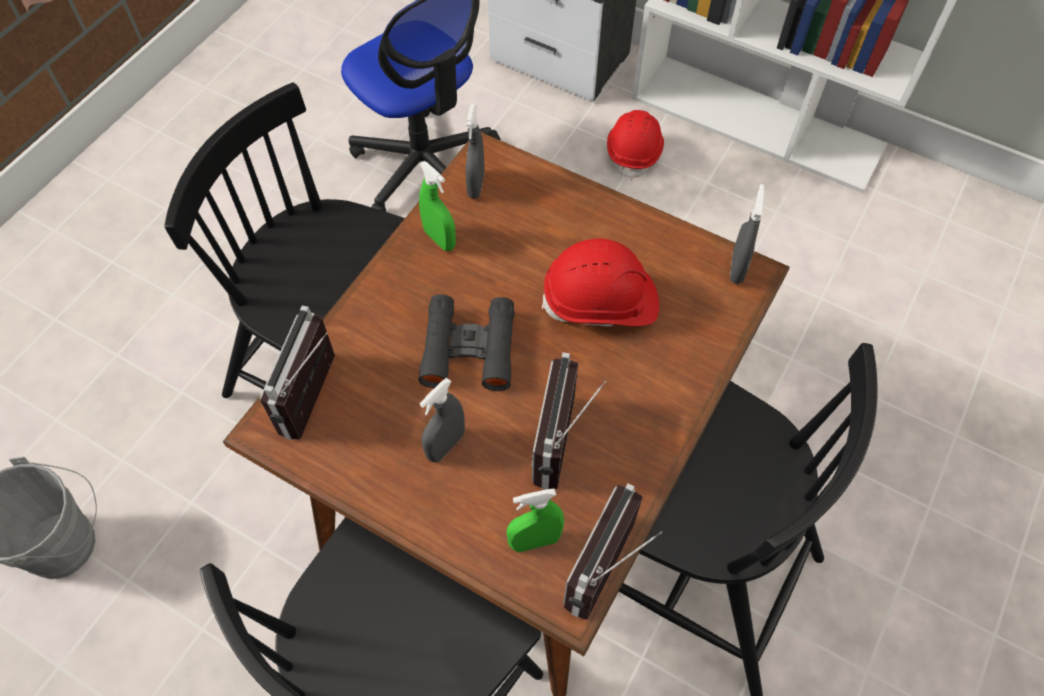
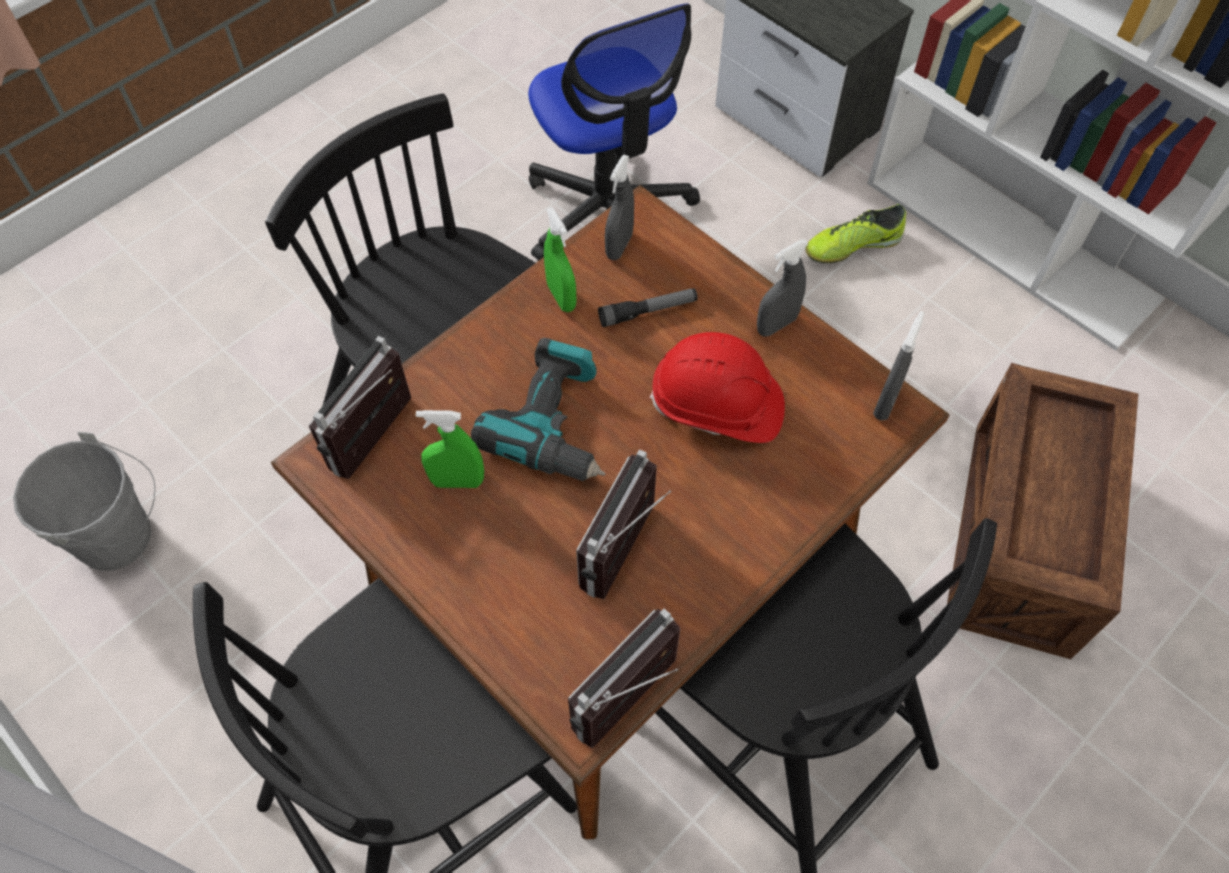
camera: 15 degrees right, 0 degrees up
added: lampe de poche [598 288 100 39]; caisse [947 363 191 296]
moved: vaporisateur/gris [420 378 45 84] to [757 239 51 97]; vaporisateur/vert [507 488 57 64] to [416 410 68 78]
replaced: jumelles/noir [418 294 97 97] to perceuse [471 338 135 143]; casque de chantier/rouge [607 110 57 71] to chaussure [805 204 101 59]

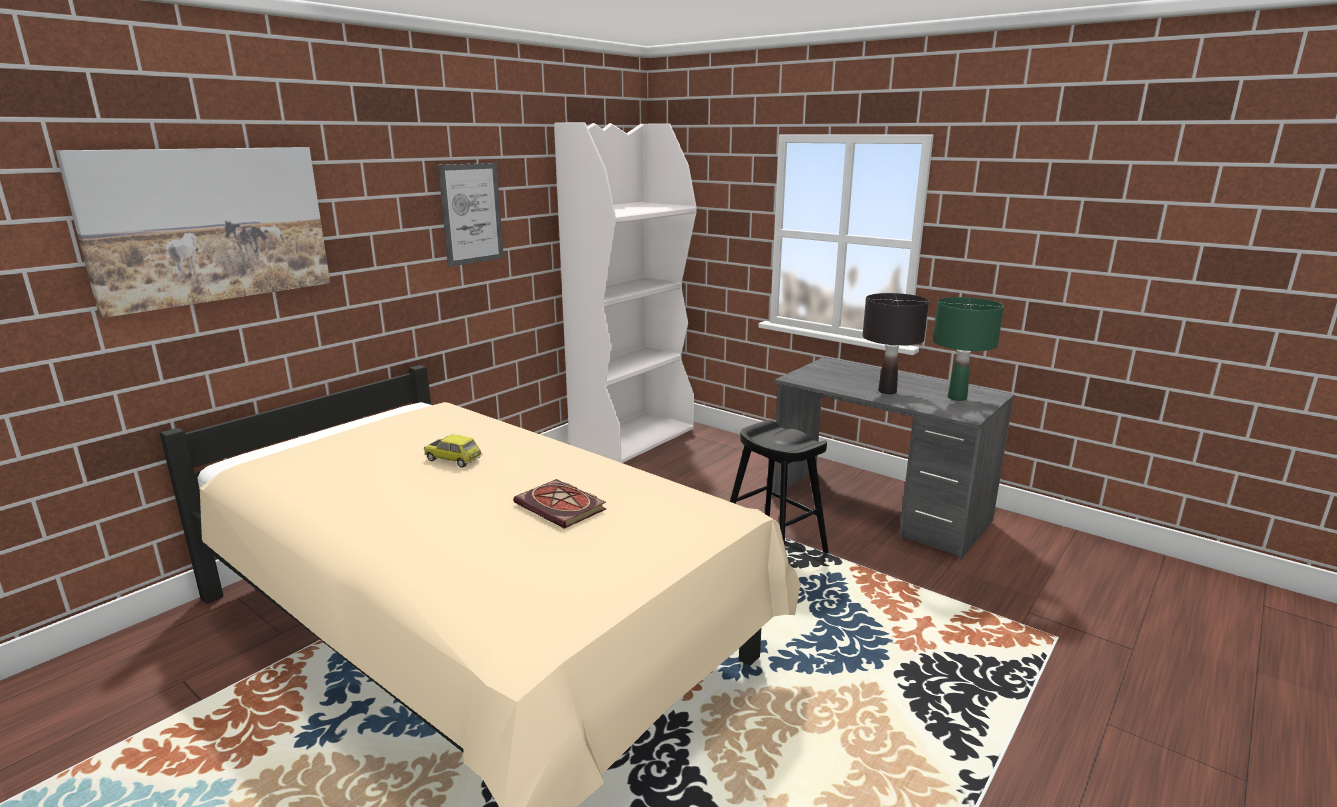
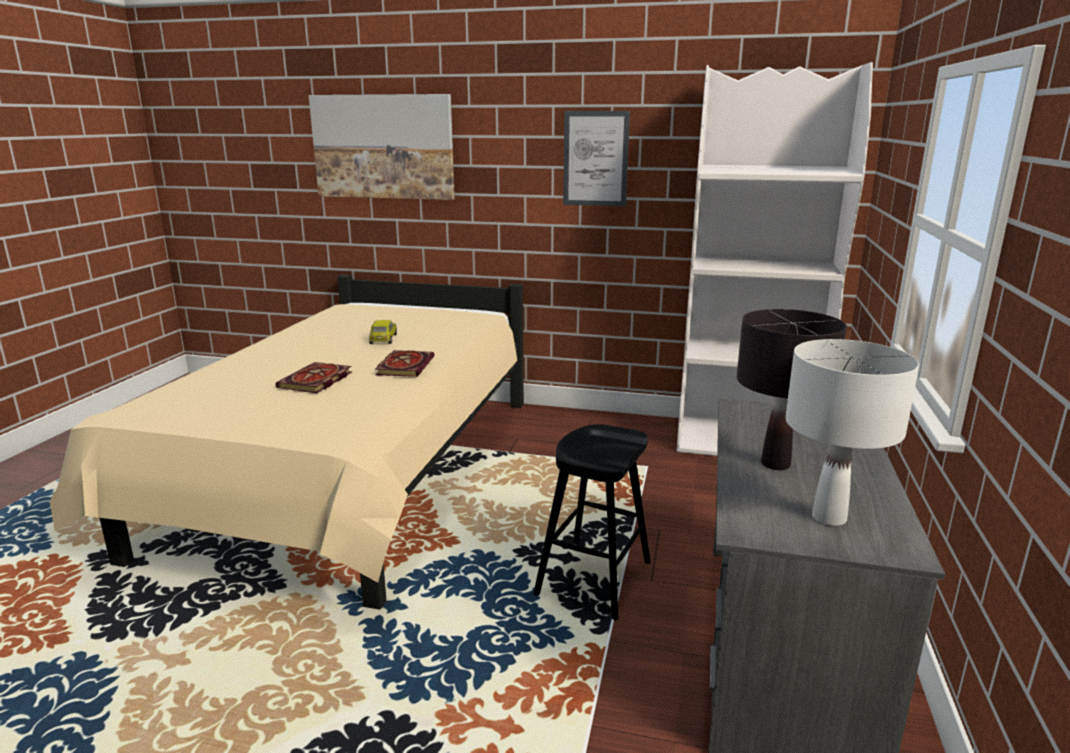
camera: 65 degrees right, 0 degrees up
added: livre [375 350 60 27]
recoloured: lampe de table/vert [933 297 71 104] to lampe de table/blanc [785 339 134 187]

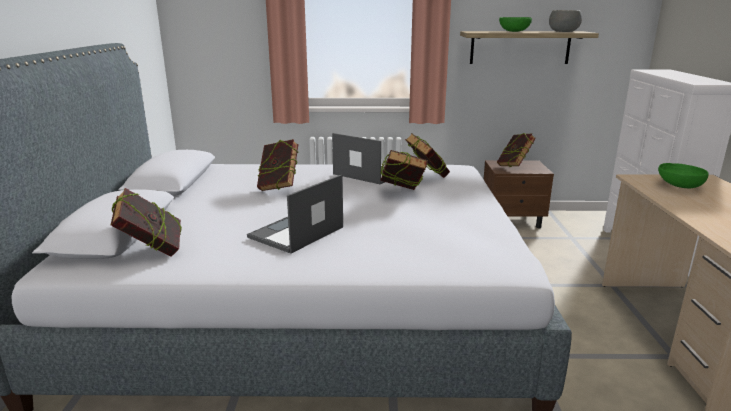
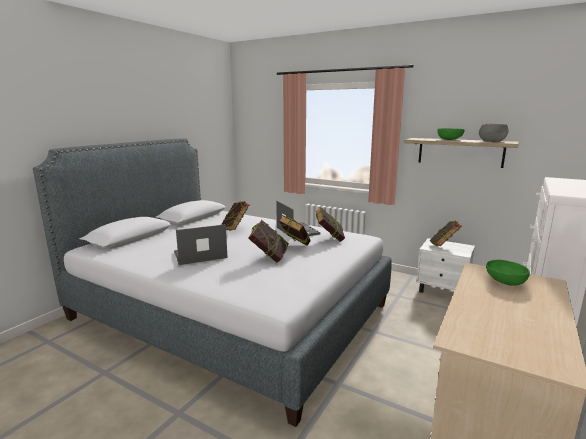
camera: 30 degrees right, 5 degrees down
moved: livre [111 188 71 69] to [248 220 41 43]
recoloured: table de chevet/marron [483 160 71 68] to table de chevet/blanc [416 238 59 55]

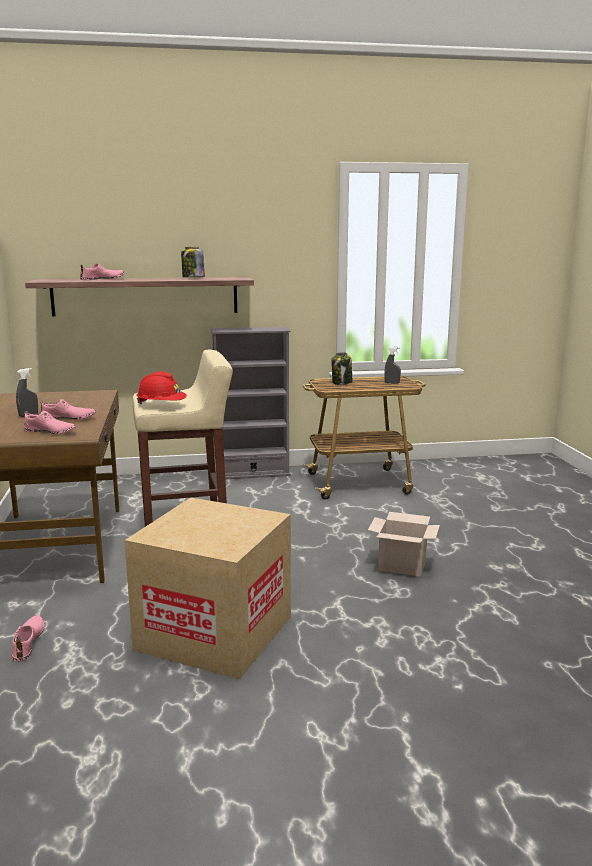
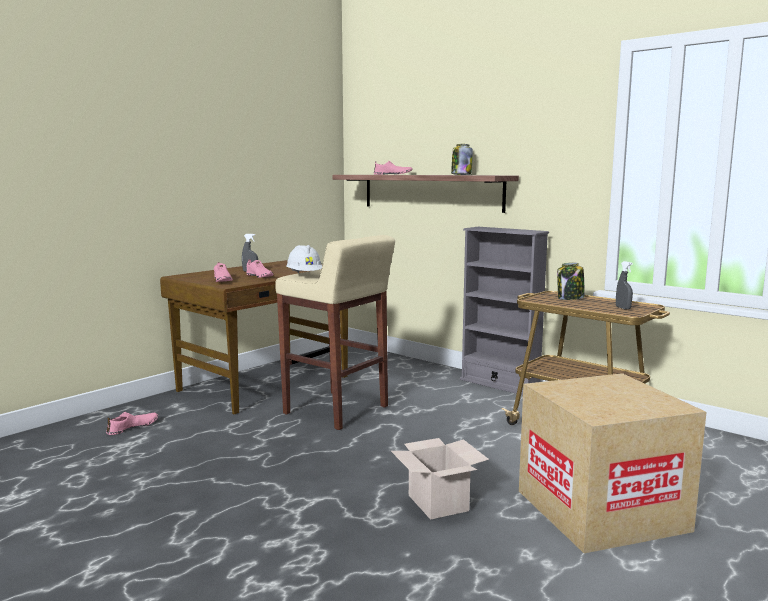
camera: 50 degrees right, 5 degrees down
moved: carton [125 497 166 182] to [519 373 187 180]
recoloured: casque de chantier/rouge [136 371 51 33] to casque de chantier/blanc [286 245 36 28]

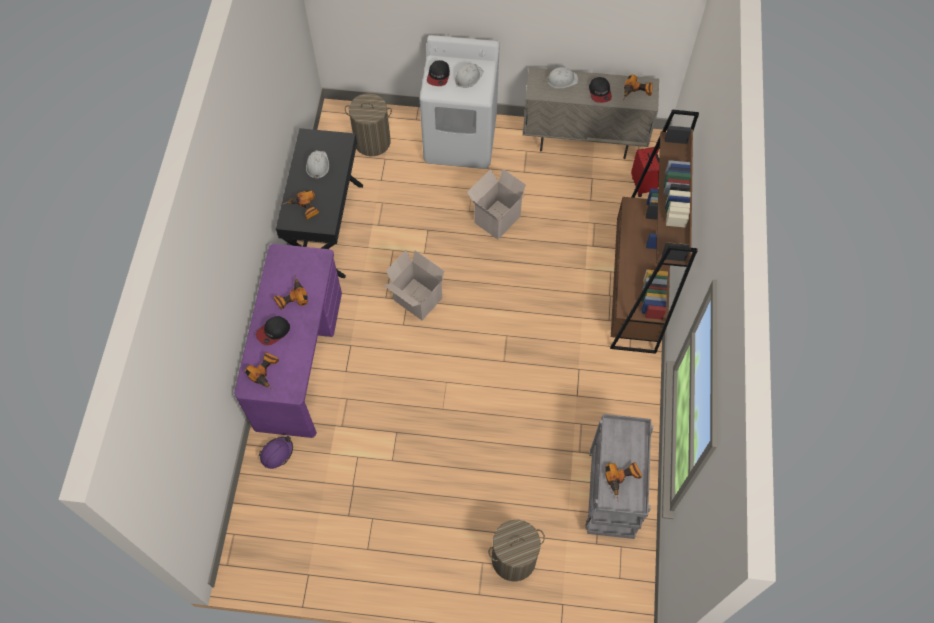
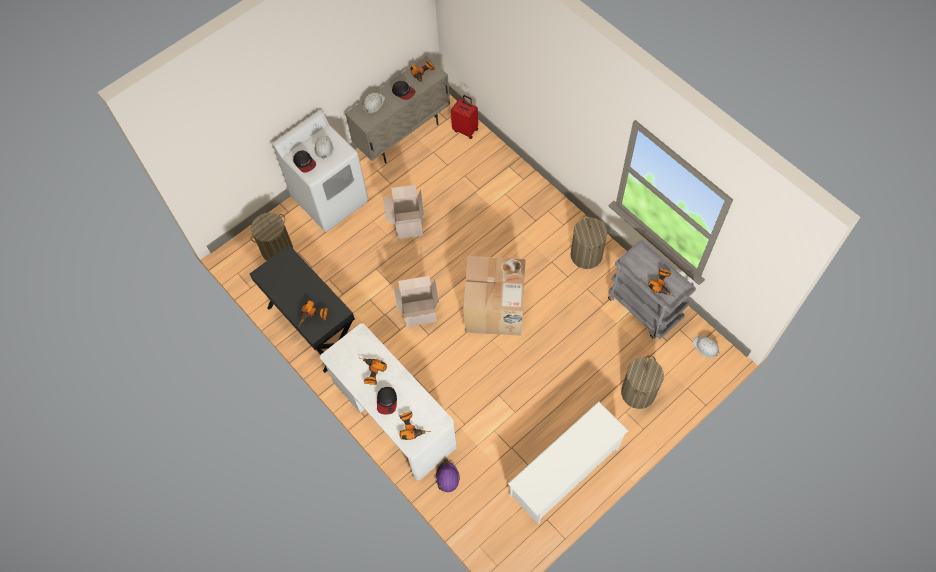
camera: 45 degrees left, 0 degrees up
removed: bibliothèque/marron [610 110 89 244]
added: carton [463 256 63 80]; étagère à chaussures/blanc [508 401 121 123]; panier à linge [571 215 37 54]
moved: casque de chantier/blanc [306 150 23 30] to [692 335 28 23]
recoloured: bureau/violet [234 244 108 194] to bureau/blanc [320 323 137 157]

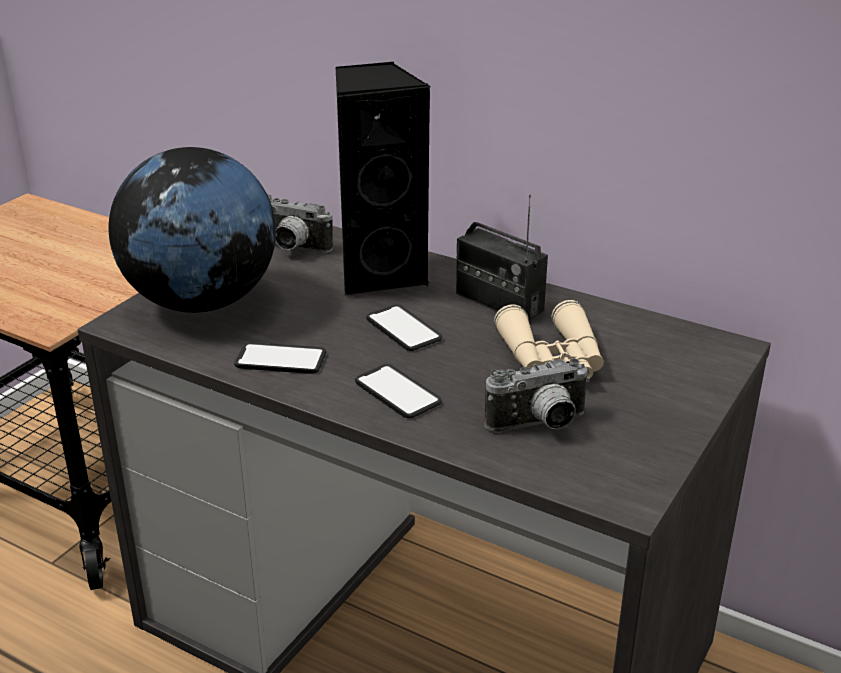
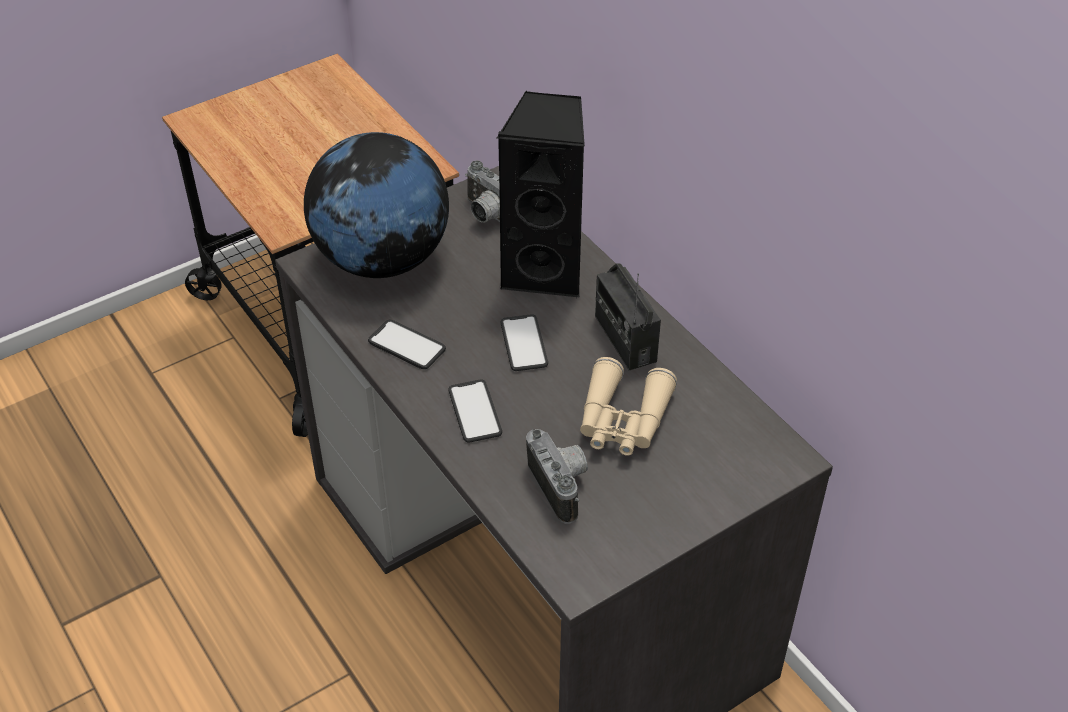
camera: 25 degrees right, 15 degrees up
turned: appareil photo [485 358 105 74] = [526 429 62 95] 120 degrees counterclockwise

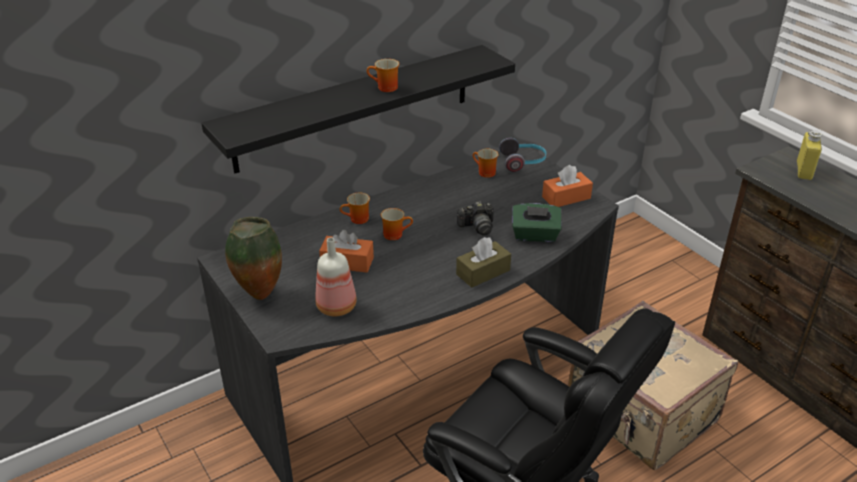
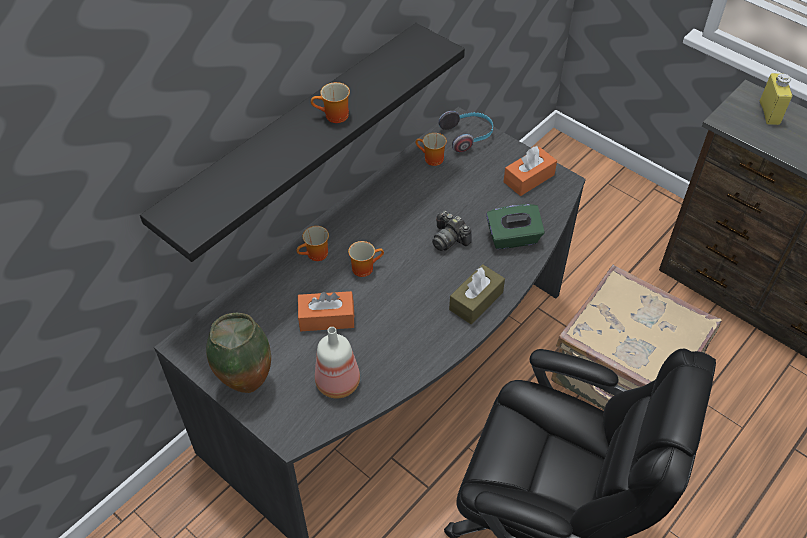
camera: 15 degrees left, 15 degrees up
turned: appareil photo [457 201 37 34] = [432 210 40 41] 75 degrees clockwise

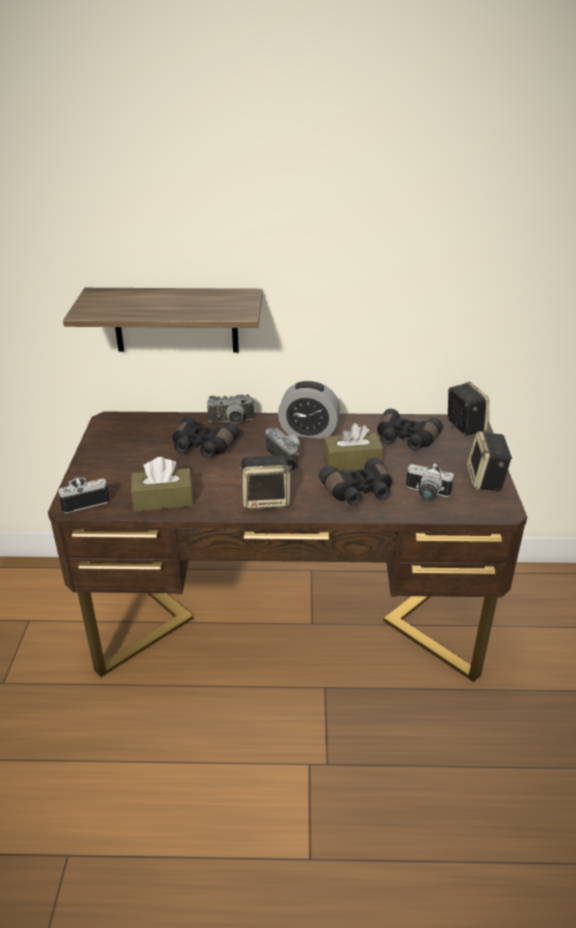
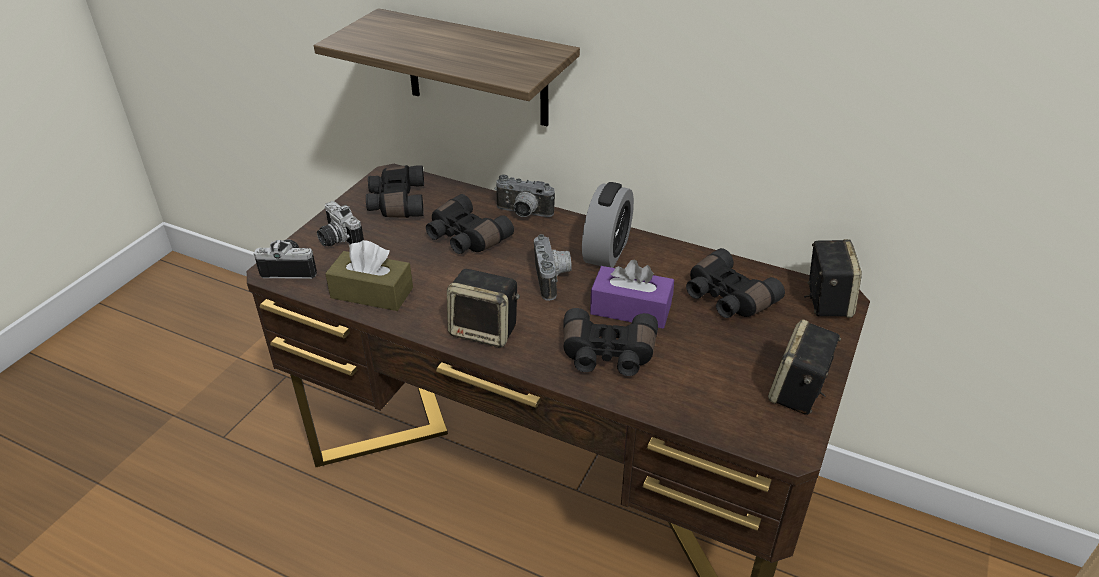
camera: 25 degrees right, 5 degrees up
added: jumelles/noir [366 165 58 53]
moved: appareil photo [406 463 48 39] to [317 201 47 45]
recoloured: boîte à mouchoirs/marron [323 423 60 48] to boîte à mouchoirs/violet [590 260 84 69]
turned: réveil [278 381 62 58] = [582 182 52 86] 105 degrees counterclockwise

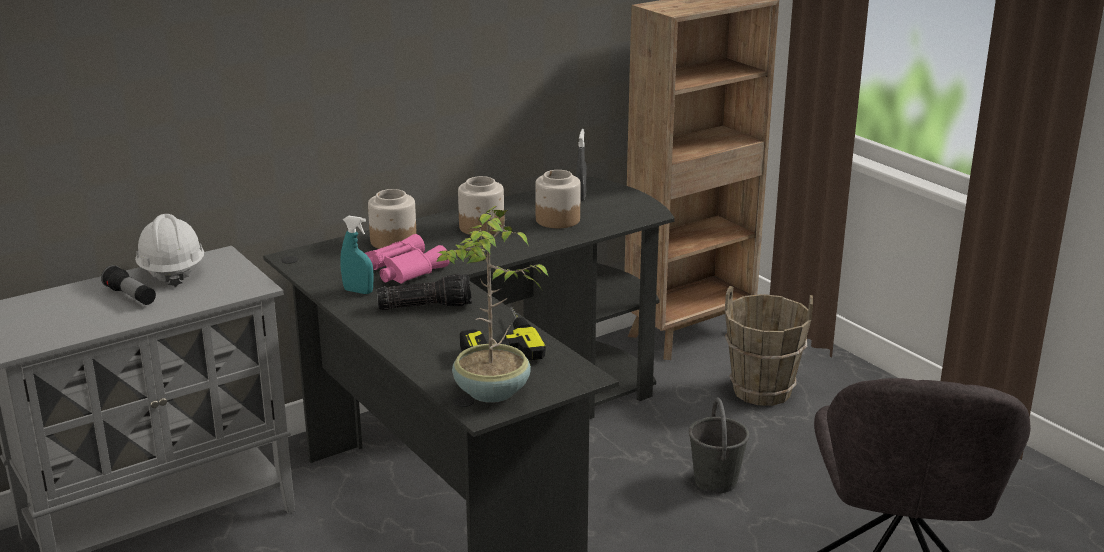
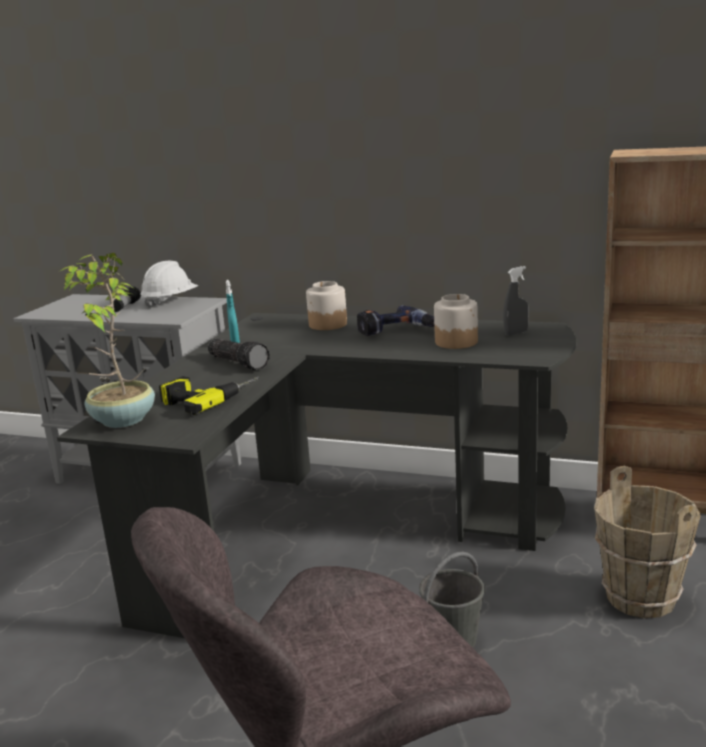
camera: 55 degrees right, 5 degrees down
removed: jumelles/rose [365 234 85 50]
replaced: bocal [458 176 46 59] to perceuse [357 305 77 31]

